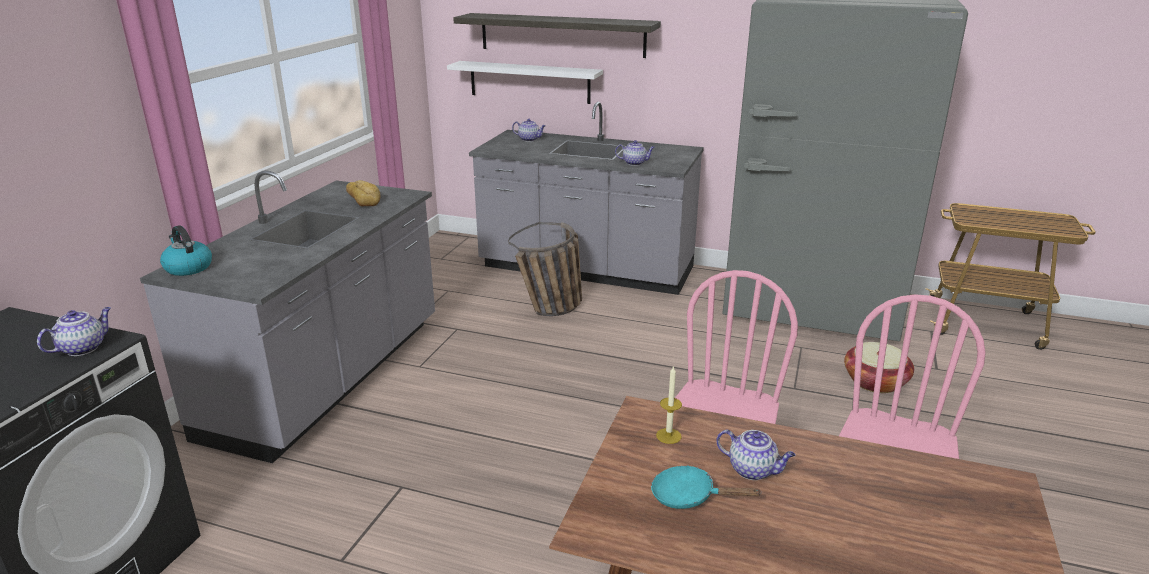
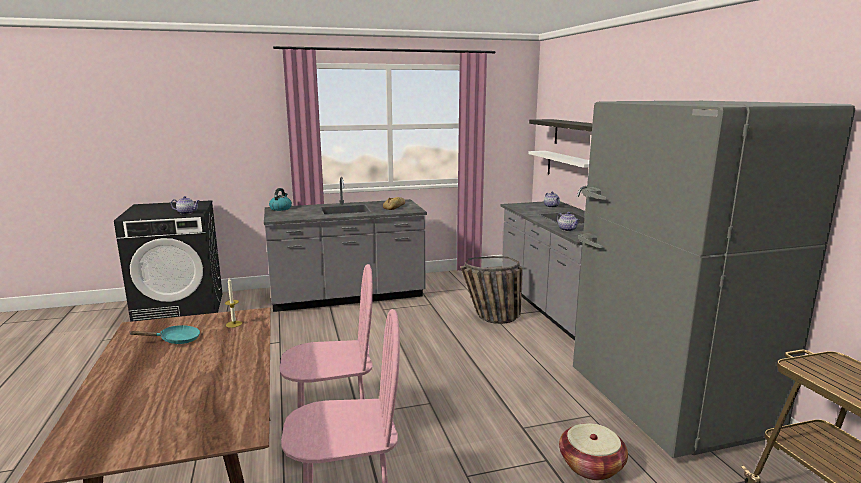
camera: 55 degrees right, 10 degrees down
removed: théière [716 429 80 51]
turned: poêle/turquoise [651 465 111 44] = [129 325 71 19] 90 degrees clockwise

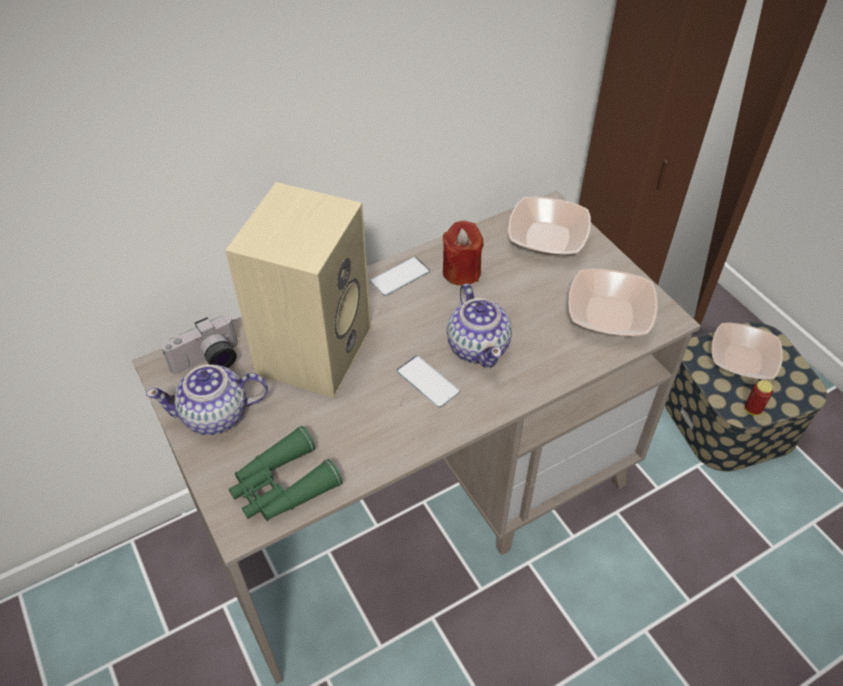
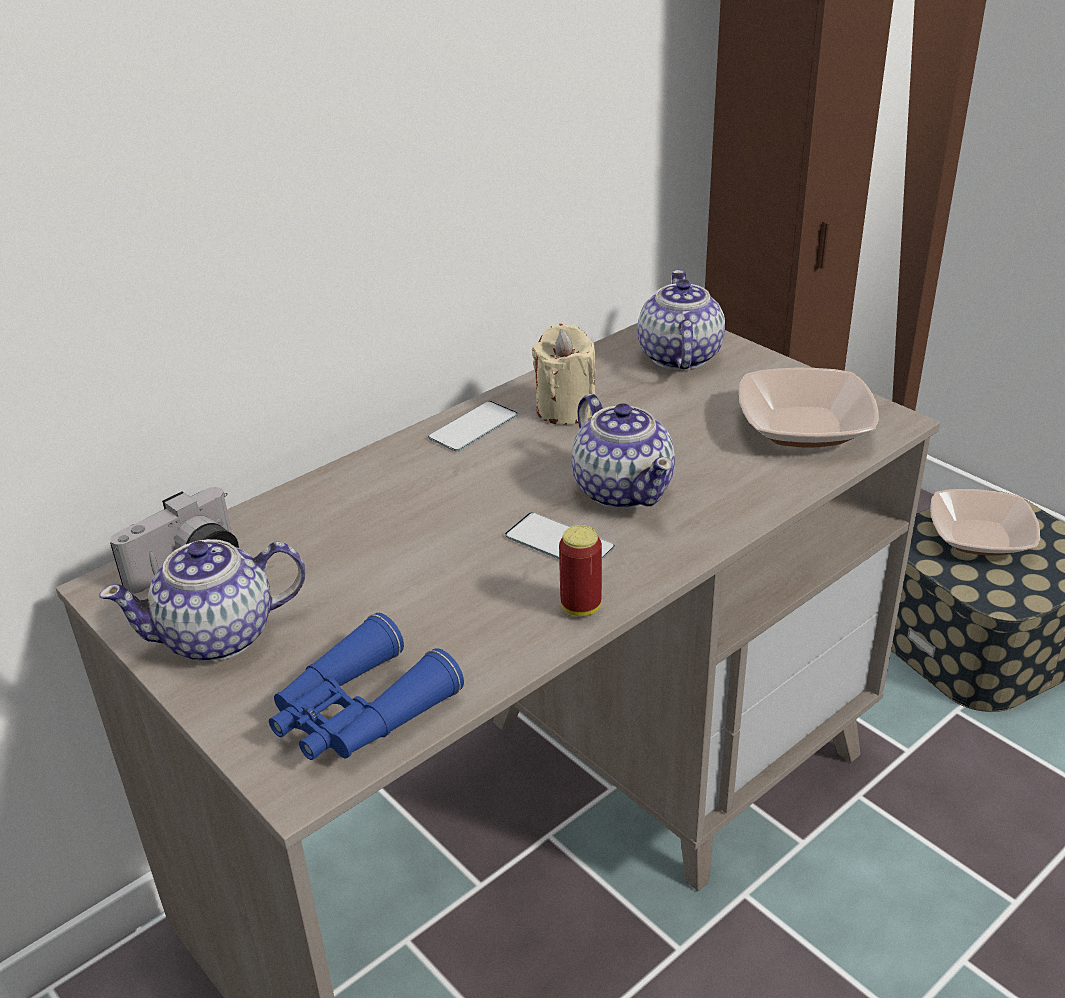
camera: 10 degrees left, 15 degrees down
removed: enceinte/beige [225 182 146 216]
moved: boîte métallique [745 380 28 36] to [559 525 43 91]
replaced: bol [508 197 83 58] to théière [638 270 87 100]
recoloured: jumelles/vert [229 426 114 95] to jumelles/bleu [269 613 195 147]; bougie/rouge [443 221 41 65] to bougie/beige [532 324 64 101]

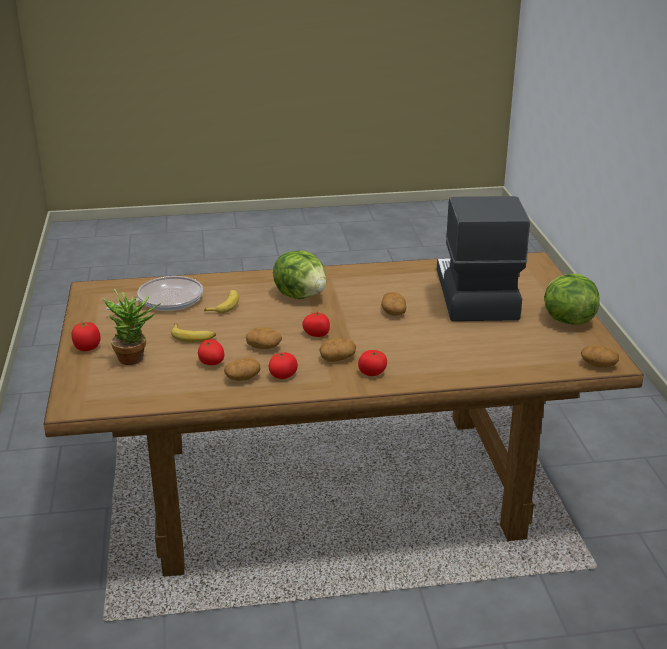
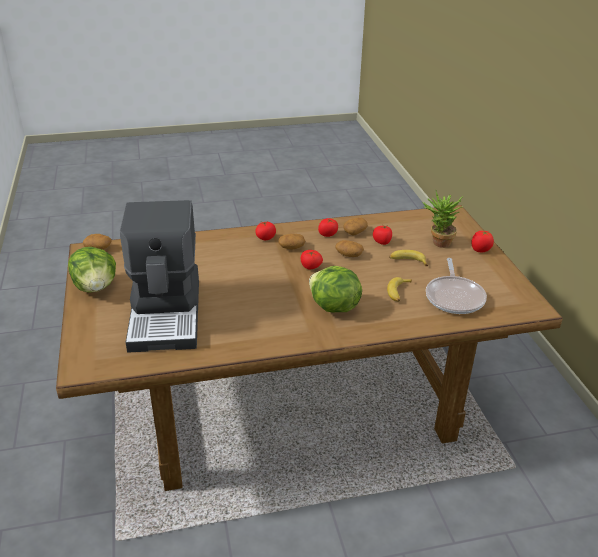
camera: 175 degrees right, 5 degrees up
removed: pomme de terre [381 292 25 24]
turned: poêle [106 276 97 35] = [426 258 61 56] 45 degrees counterclockwise

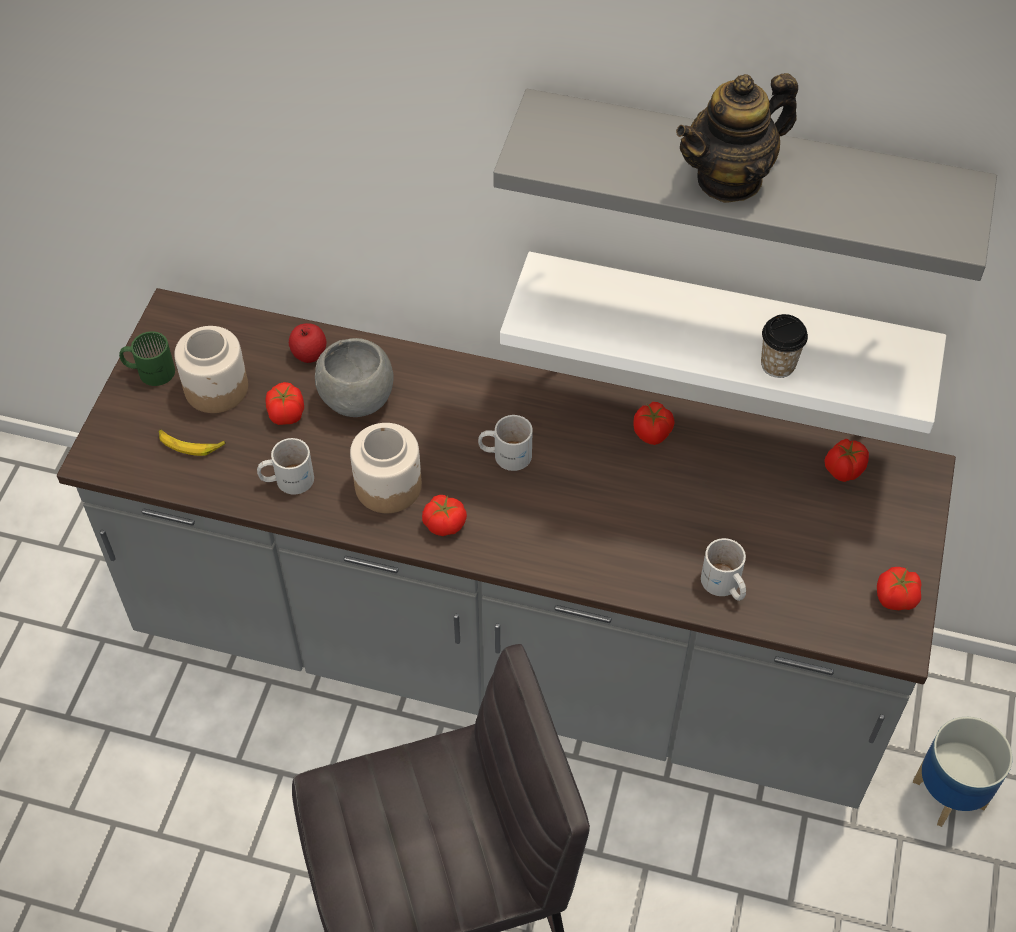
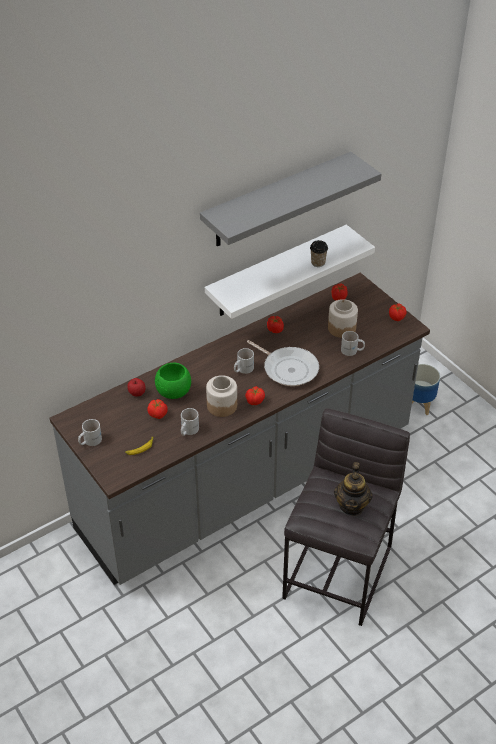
camera: 50 degrees left, 10 degrees down
added: poêle [247 340 72 46]
moved: bocal [174 326 74 87] to [328 299 30 39]; théière [676 73 122 130] to [334 462 39 54]
recoloured: mug/vert [119 331 56 55] to mug/blanc [78 419 24 27]; bol/gris [315 338 79 79] to bol/vert [155 363 36 36]

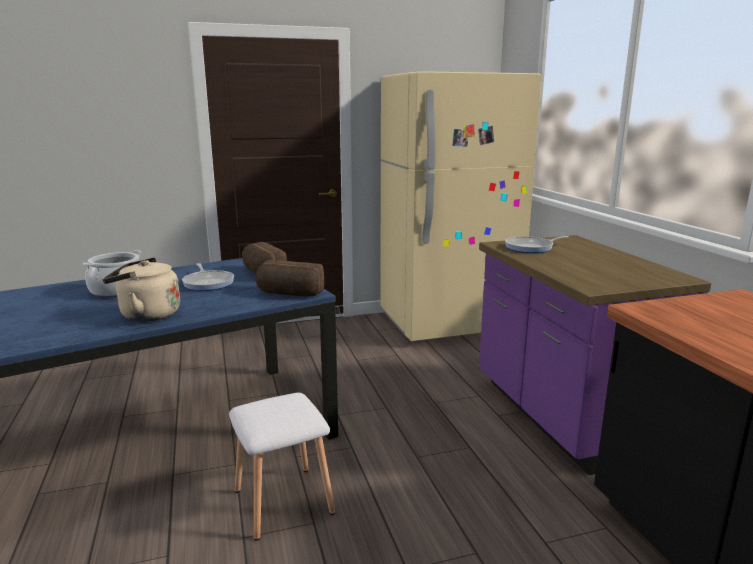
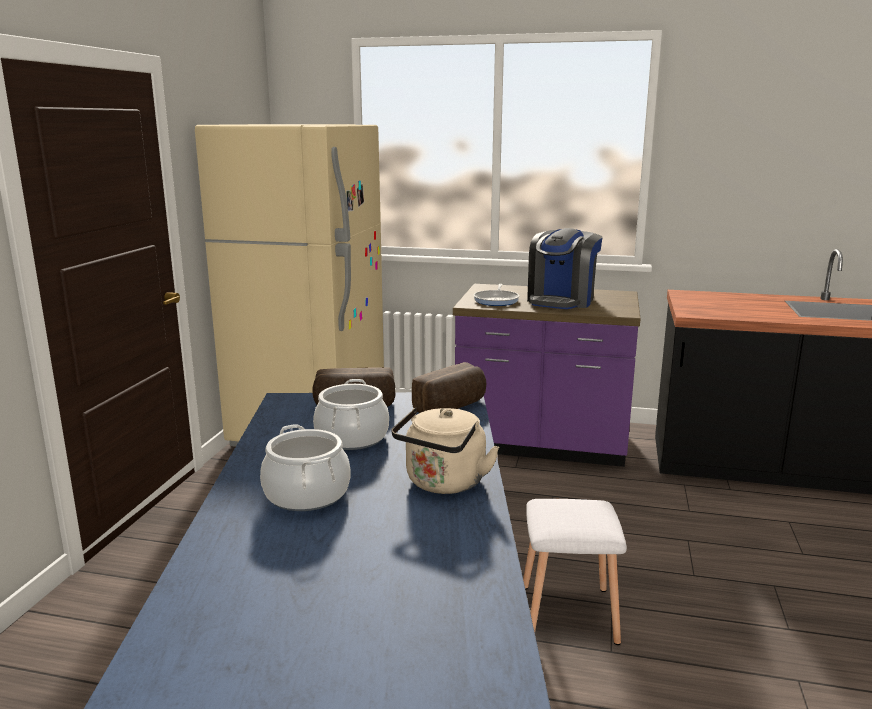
camera: 60 degrees left, 0 degrees up
added: machine à café [527 228 76 81]
replaced: poêle [182 263 52 28] to marmite [313 379 76 71]

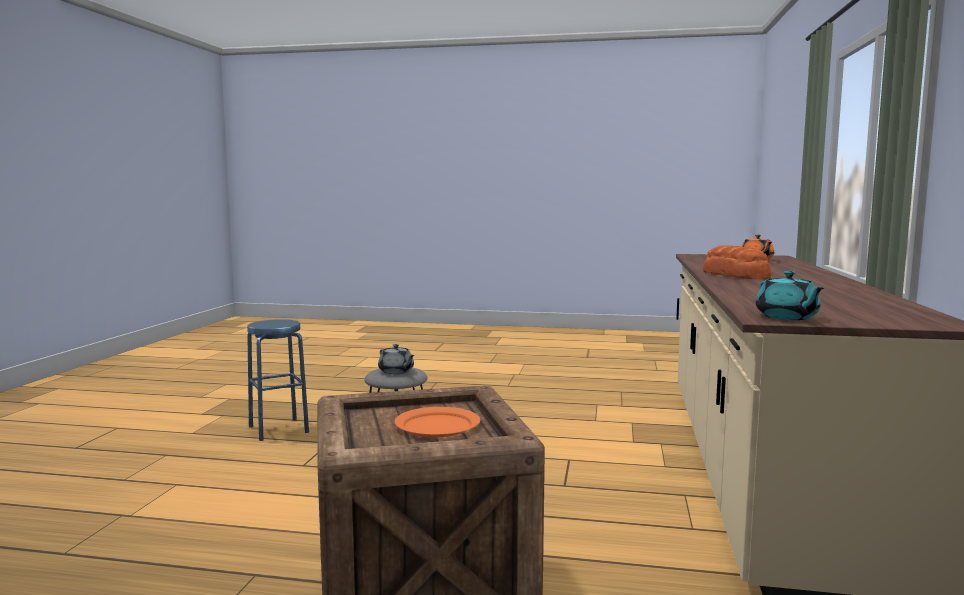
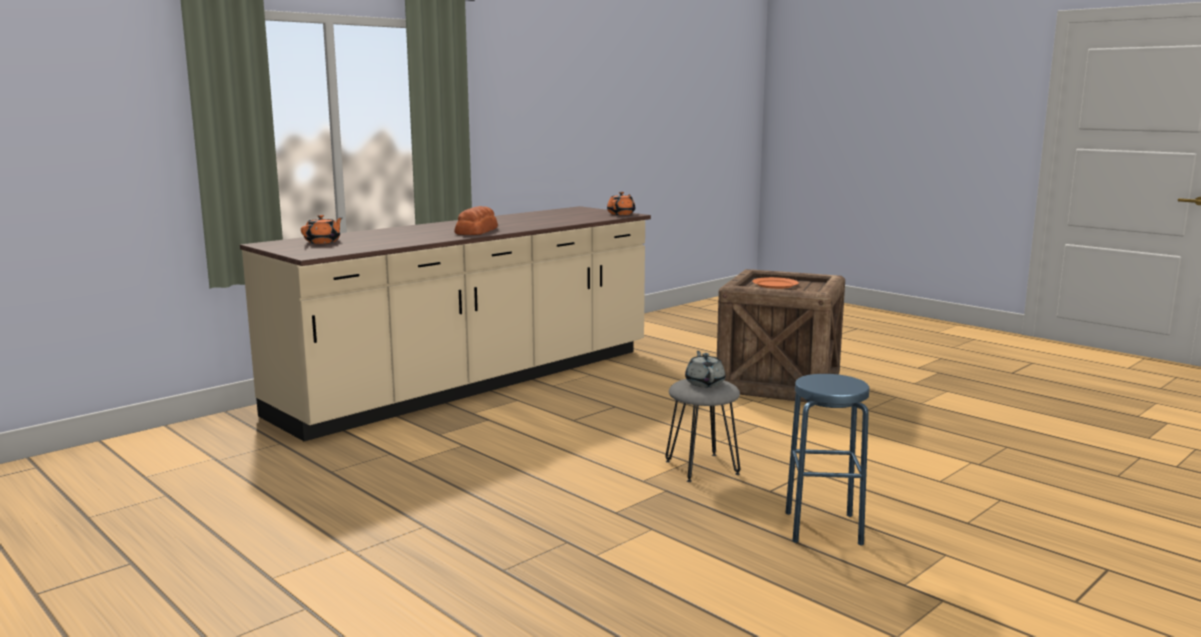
camera: 145 degrees left, 5 degrees up
recoloured: théière/turquoise [756 271 68 49] to théière/orange [607 192 28 23]

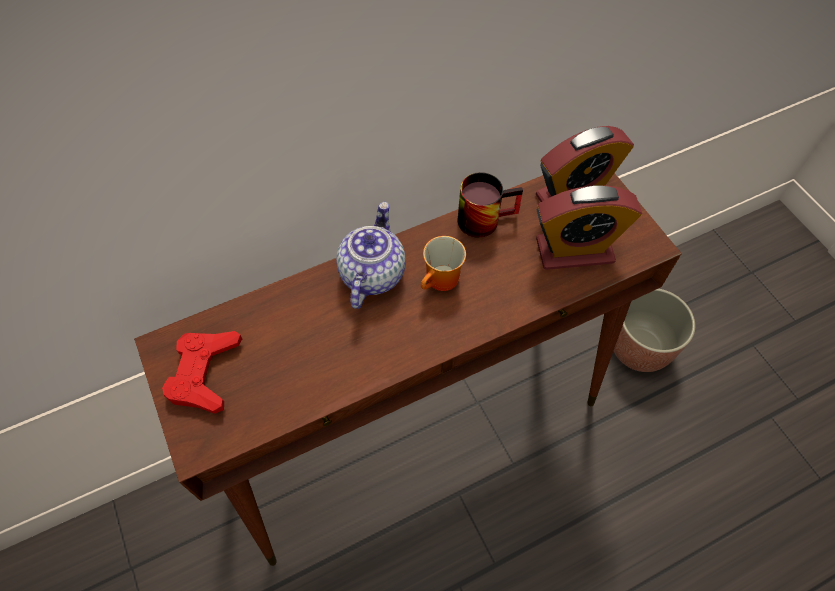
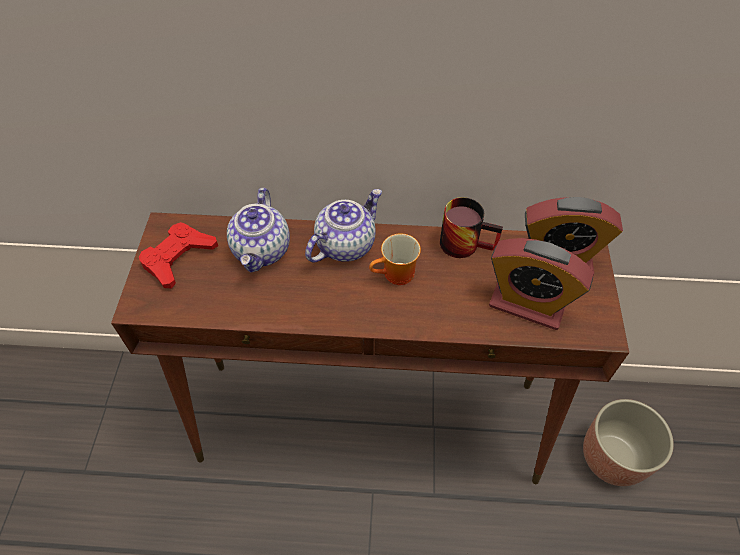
camera: 30 degrees right, 5 degrees down
added: théière [227 188 63 84]

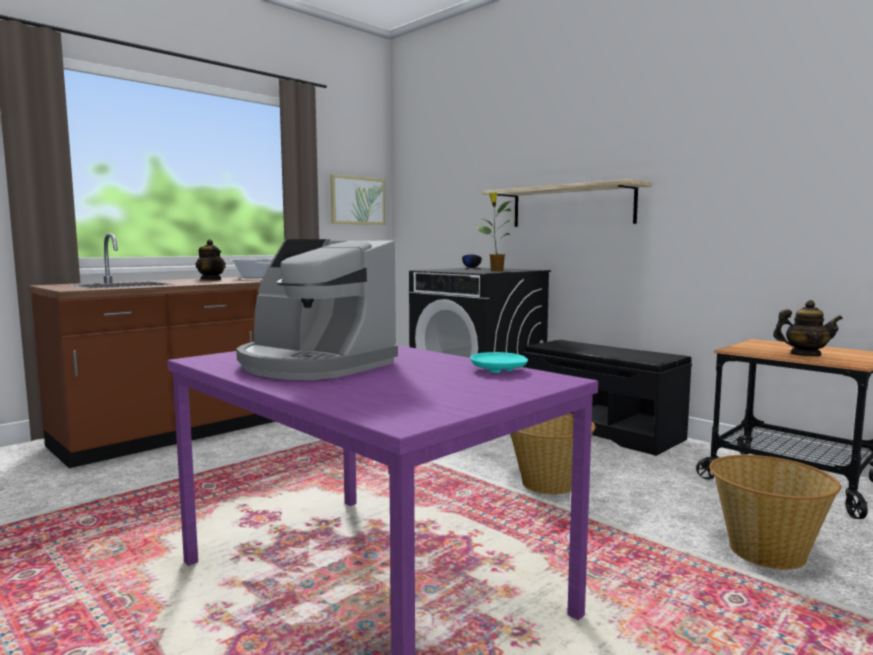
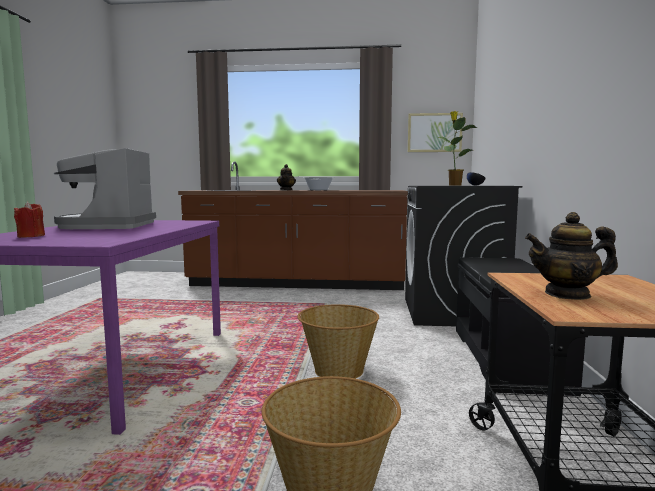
camera: 50 degrees right, 0 degrees up
removed: assiette/turquoise [470 352 58 21]; étagère [482 179 170 48]
added: bougie/rouge [14 202 31 36]
turned: théière [773 300 70 56] = [525 212 93 88] 120 degrees clockwise

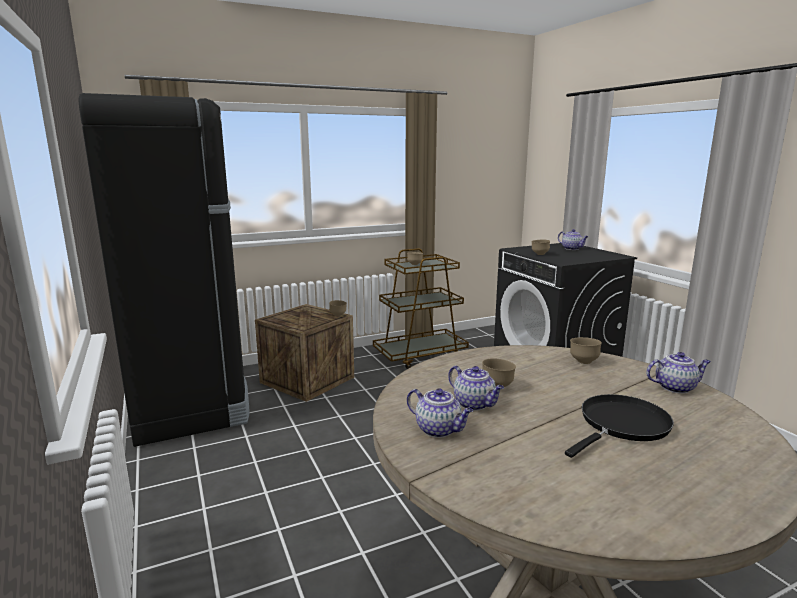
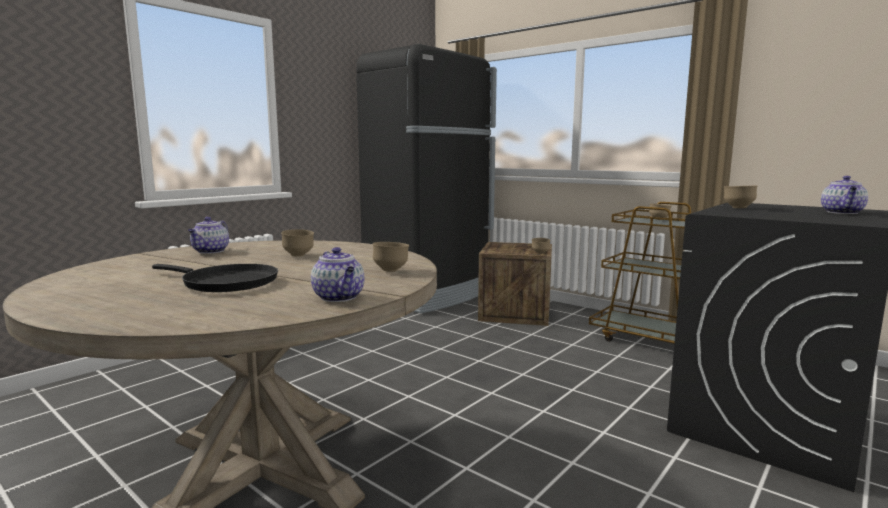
camera: 65 degrees right, 5 degrees down
removed: théière [448 366 56 45]

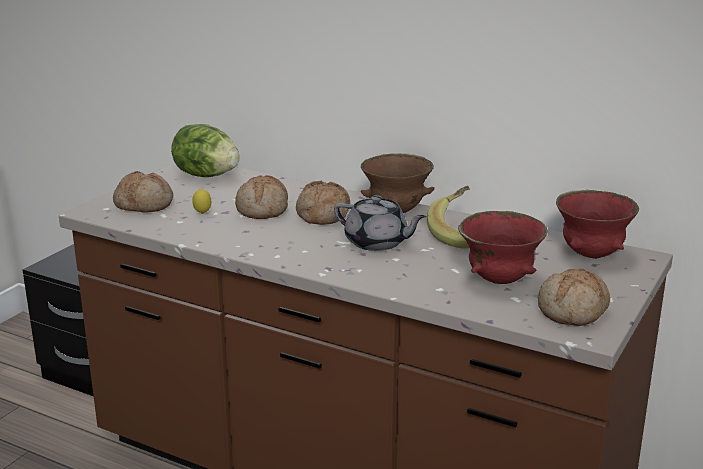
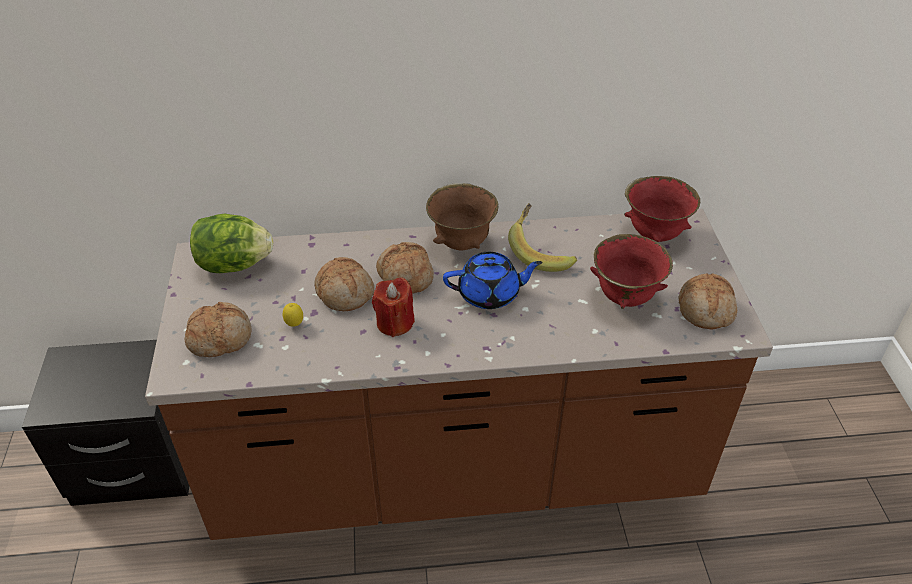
camera: 35 degrees left, 20 degrees up
added: bougie/rouge [372 277 43 60]
recoloured: théière/gris [334 195 93 56] to théière/bleu [443 252 100 57]

